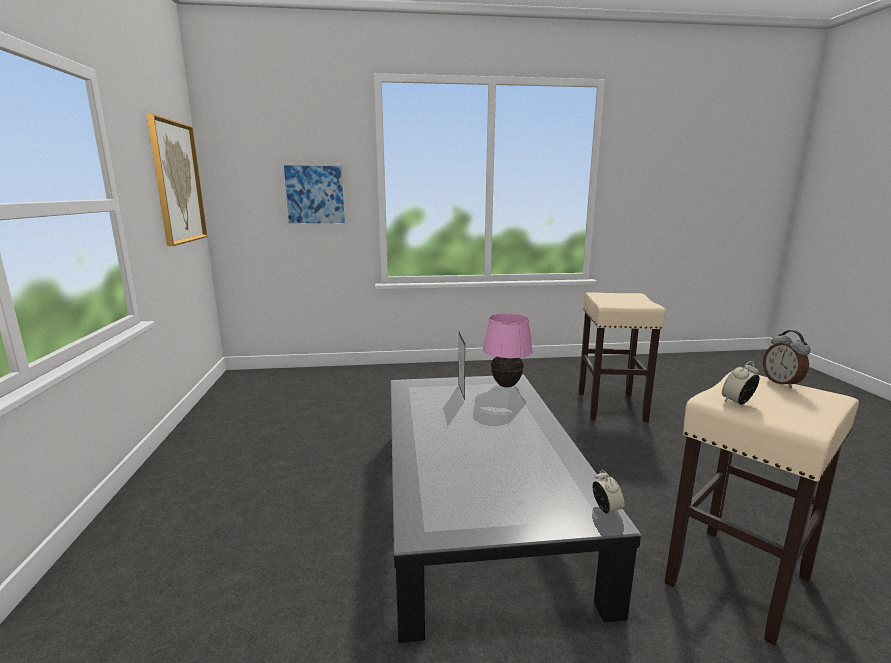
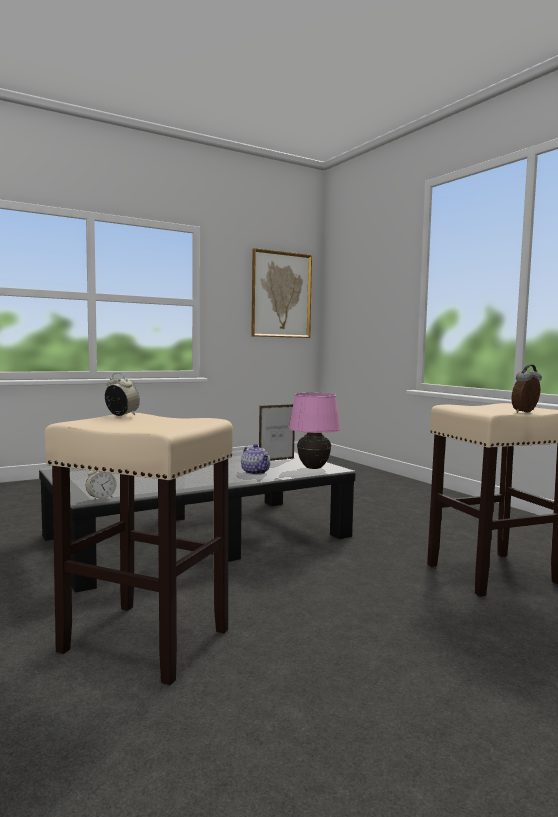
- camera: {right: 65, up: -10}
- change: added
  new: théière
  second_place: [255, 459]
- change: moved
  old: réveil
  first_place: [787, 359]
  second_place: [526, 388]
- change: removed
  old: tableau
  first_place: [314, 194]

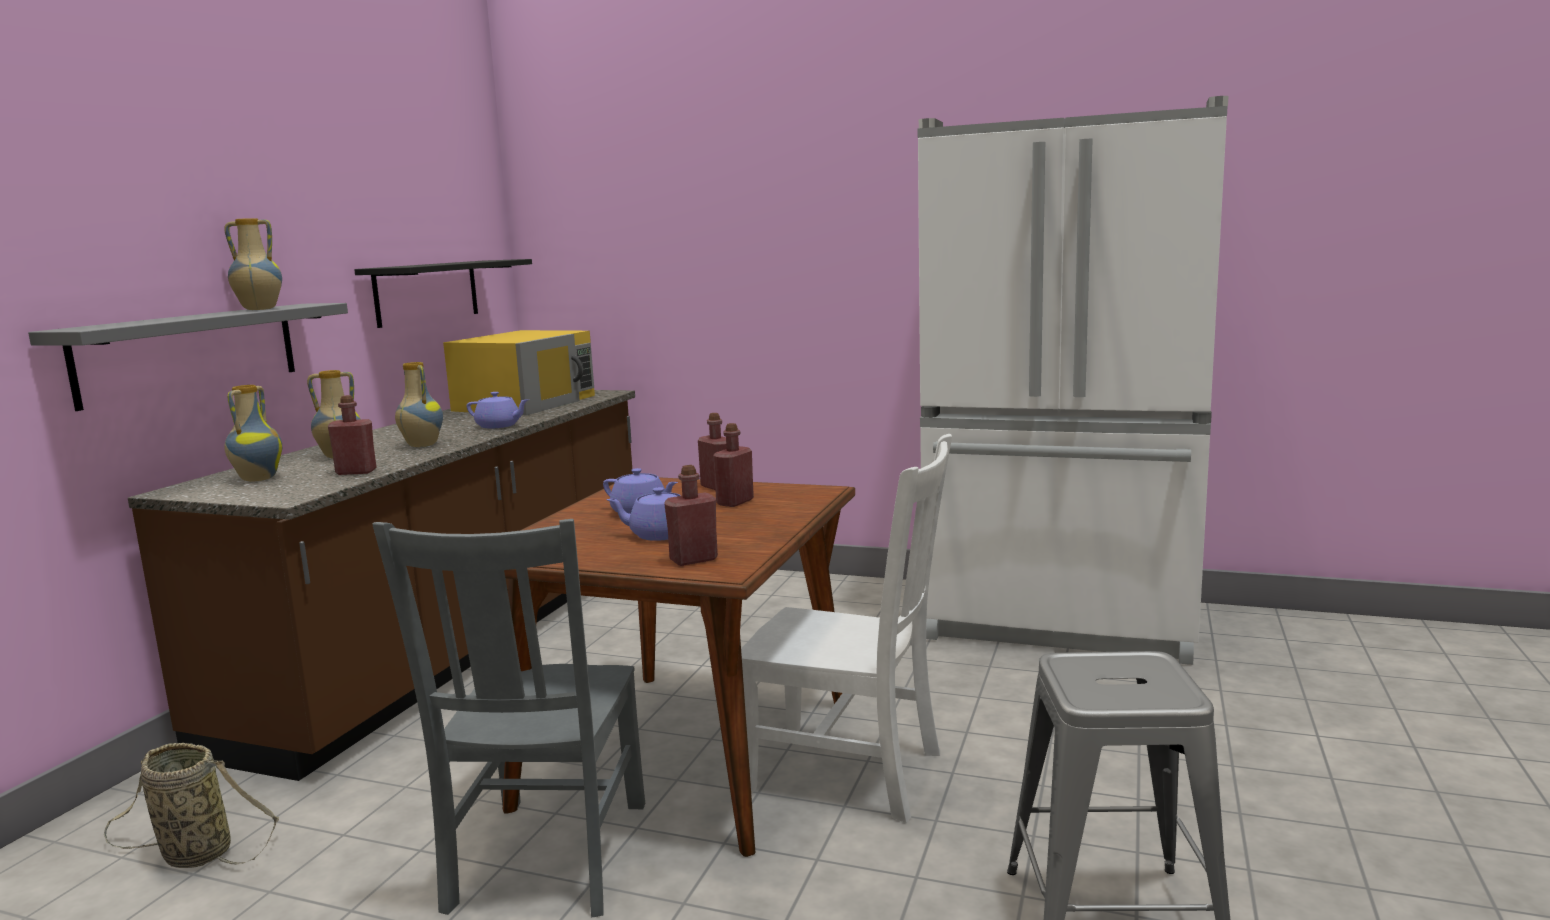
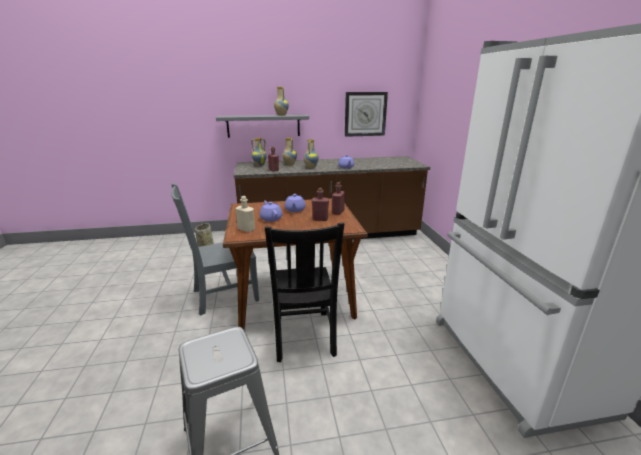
- camera: {right: 60, up: 10}
- change: recoloured
  old: bouteille [rouge]
  new: bouteille [beige]
  first_place: [691, 515]
  second_place: [245, 214]
- change: recoloured
  old: chaise [blanc]
  new: chaise [noir]
  first_place: [846, 628]
  second_place: [304, 292]
- change: replaced
  old: étagère [noir]
  new: horloge murale
  first_place: [443, 293]
  second_place: [366, 114]
- change: removed
  old: micro-ondes [jaune]
  first_place: [519, 372]

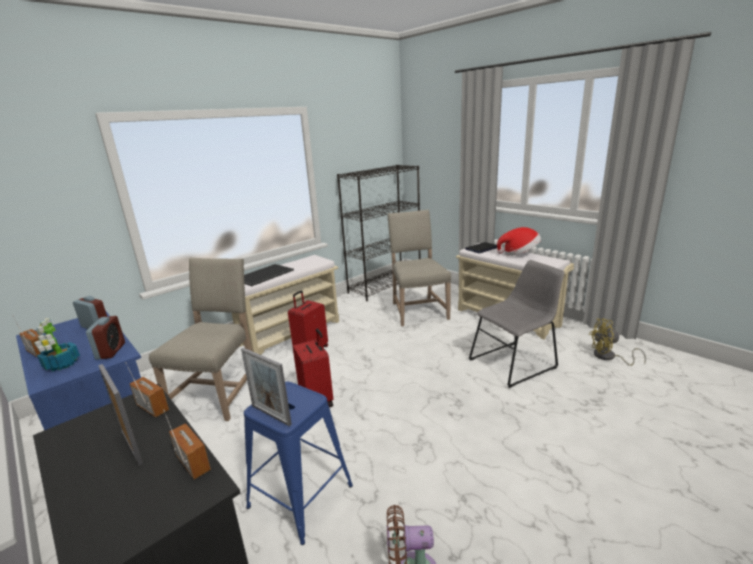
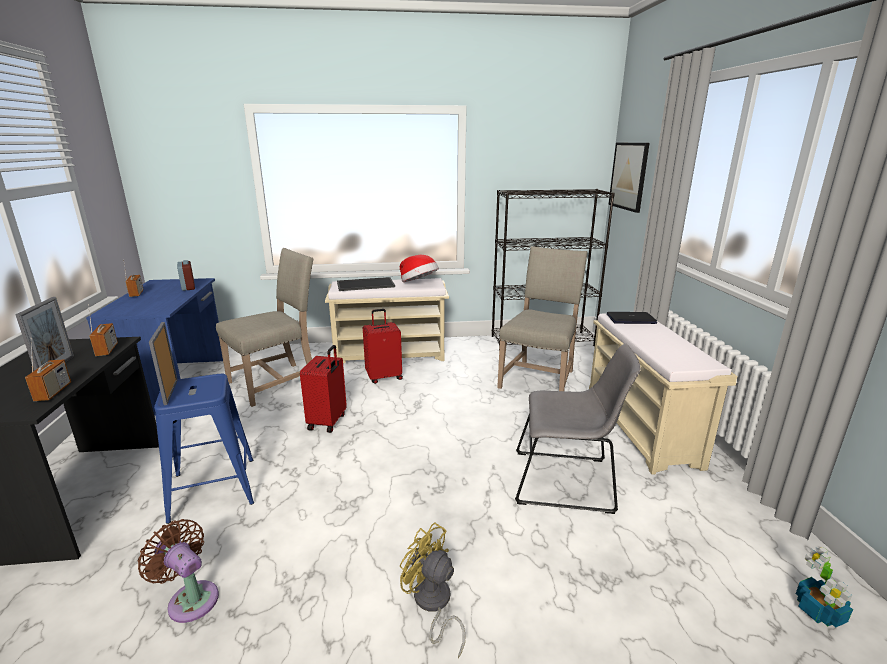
- camera: {right: 35, up: 0}
- change: moved
  old: chapeau
  first_place: [519, 241]
  second_place: [419, 268]
- change: moved
  old: ventilateur [jaune]
  first_place: [617, 342]
  second_place: [433, 590]
- change: added
  new: tableau
  second_place: [629, 178]
- change: moved
  old: plante en pot
  first_place: [57, 344]
  second_place: [824, 587]
- change: removed
  old: réveil
  first_place: [105, 338]

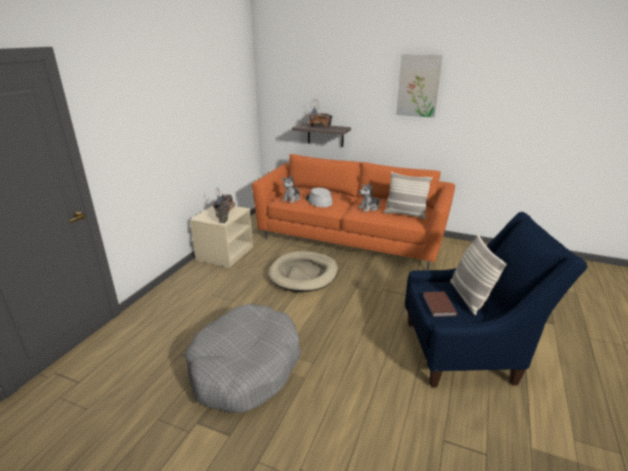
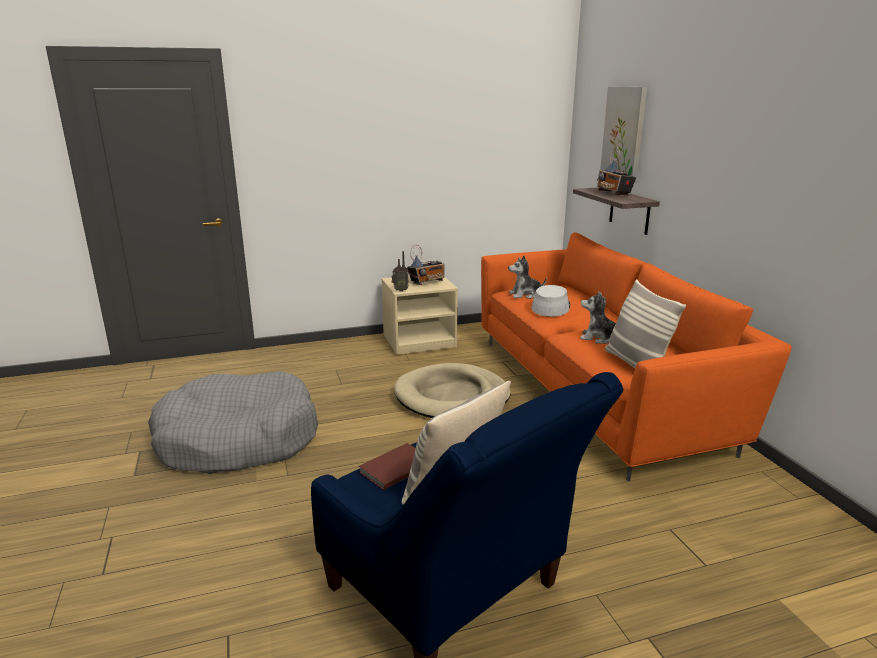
- camera: {right: 50, up: -5}
- change: moved
  old: tableau
  first_place: [419, 86]
  second_place: [623, 135]

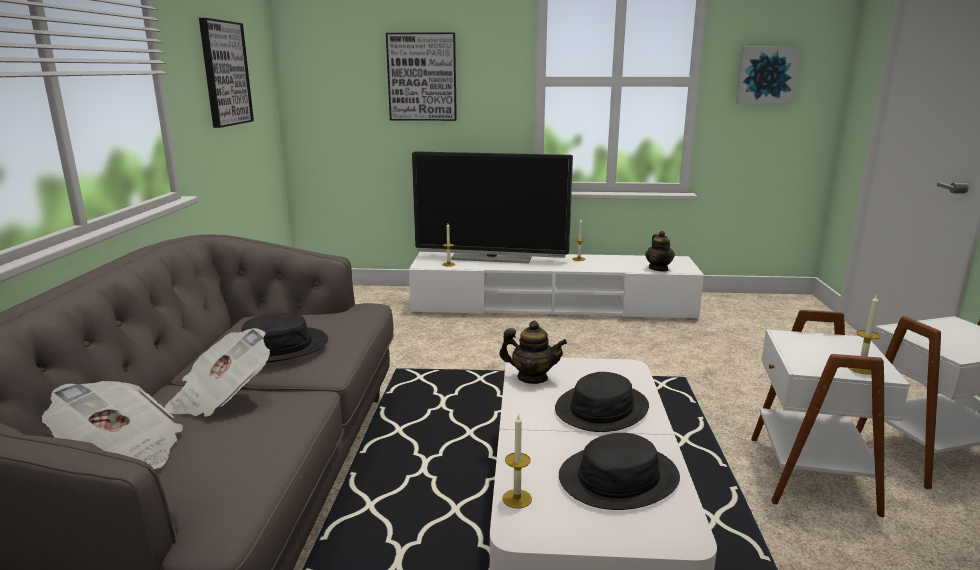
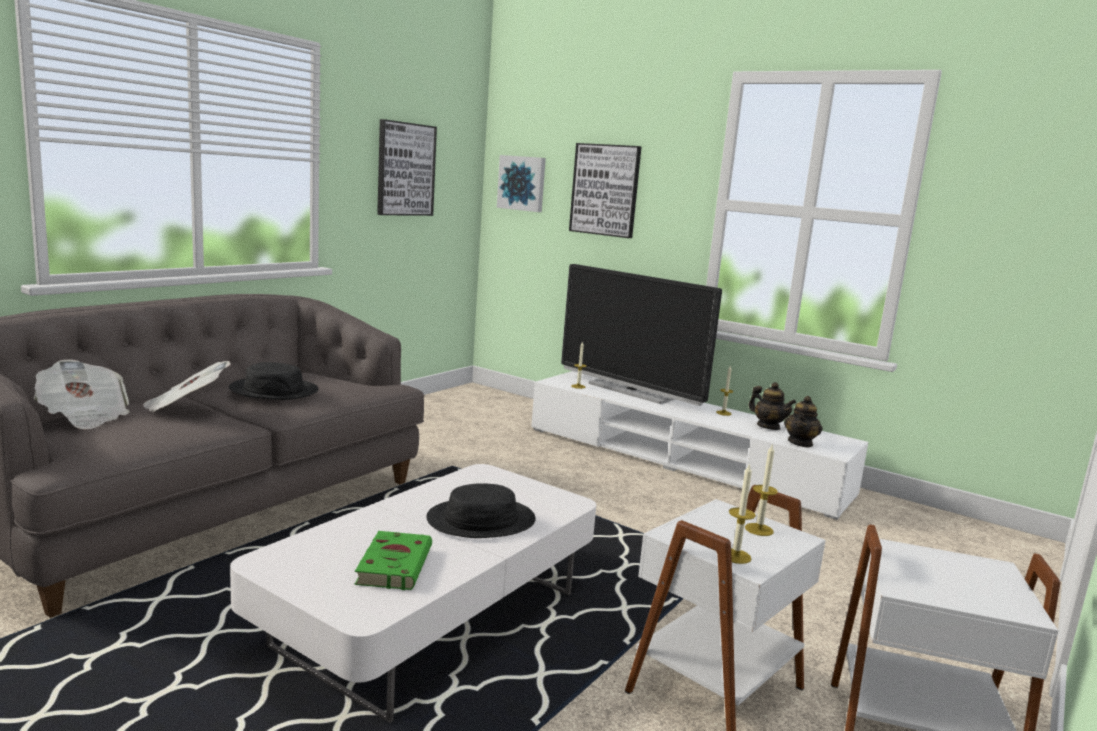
- camera: {right: 30, up: -5}
- change: replaced
  old: chapeau [noir]
  new: livre [vert]
  first_place: [619, 471]
  second_place: [393, 560]
- change: moved
  old: tableau
  first_place: [768, 75]
  second_place: [521, 183]
- change: moved
  old: bougie
  first_place: [517, 461]
  second_place: [761, 489]
- change: moved
  old: théière
  first_place: [533, 352]
  second_place: [772, 406]

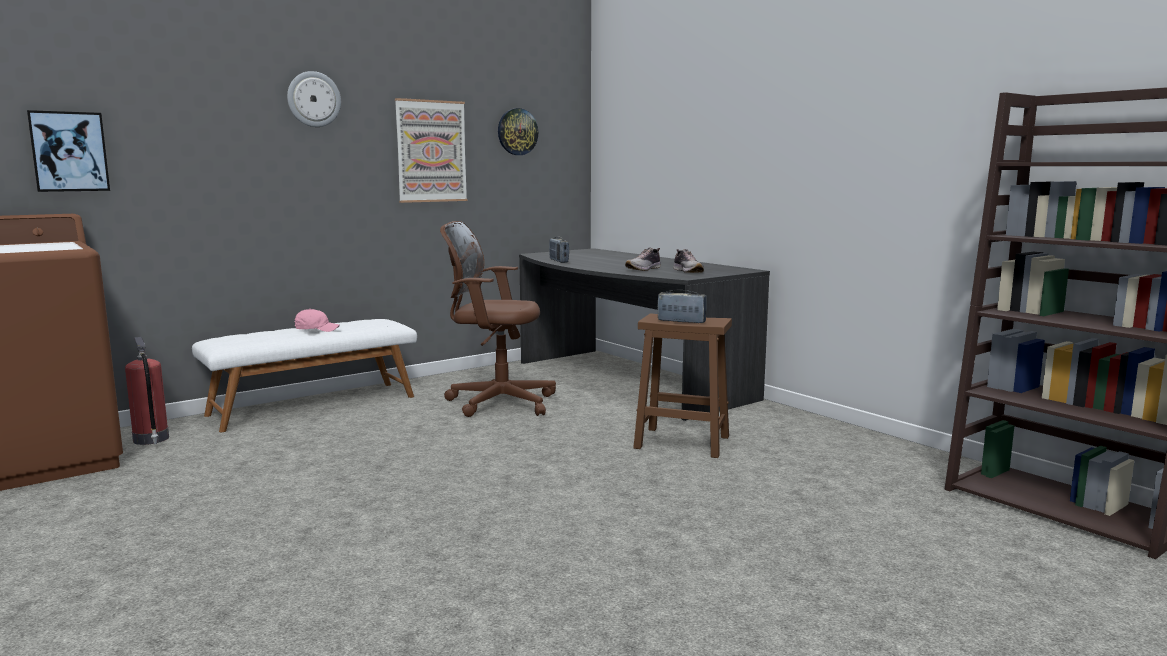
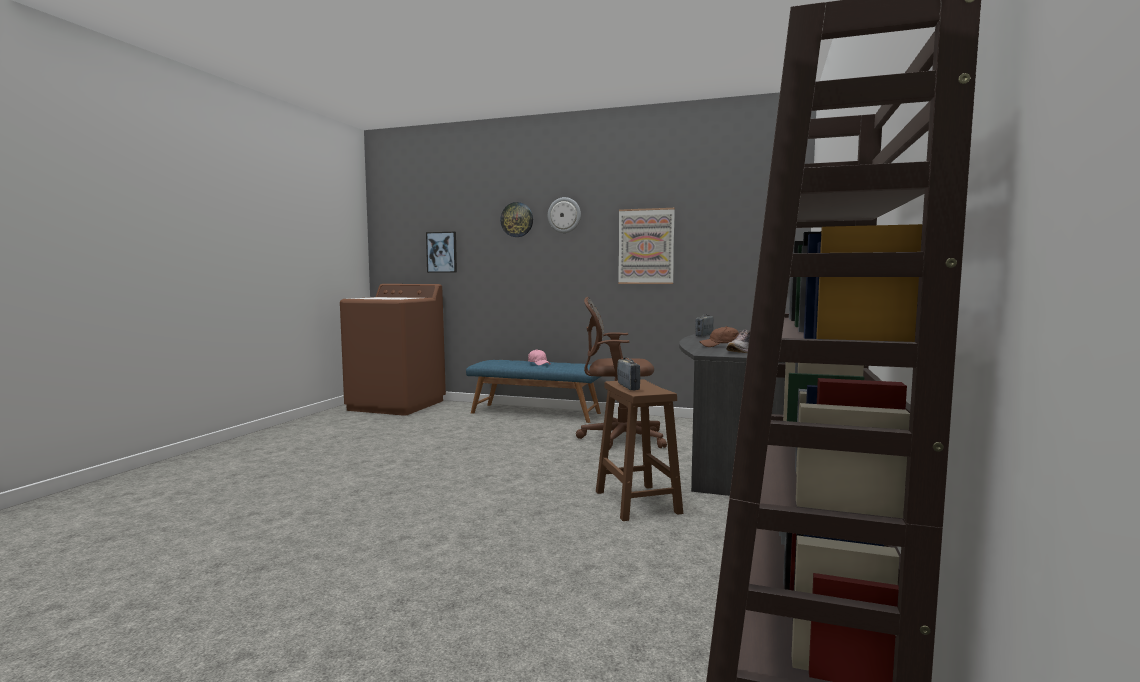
- camera: {right: 55, up: -5}
- change: recoloured
  old: banc [blanc]
  new: banc [bleu]
  first_place: [304, 375]
  second_place: [533, 391]
- change: moved
  old: horloge murale
  first_place: [518, 131]
  second_place: [516, 219]
- change: turned
  old: chaise de bureau [marron]
  first_place: [498, 319]
  second_place: [621, 373]
  degrees: -60
- change: replaced
  old: chaussure
  new: casquette [marron]
  first_place: [643, 259]
  second_place: [719, 336]
- change: removed
  old: extincteur
  first_place: [147, 391]

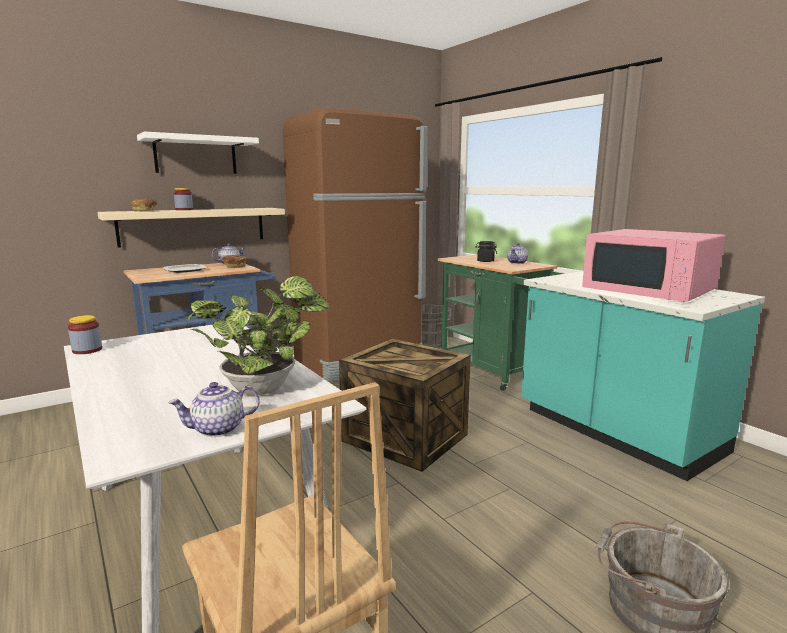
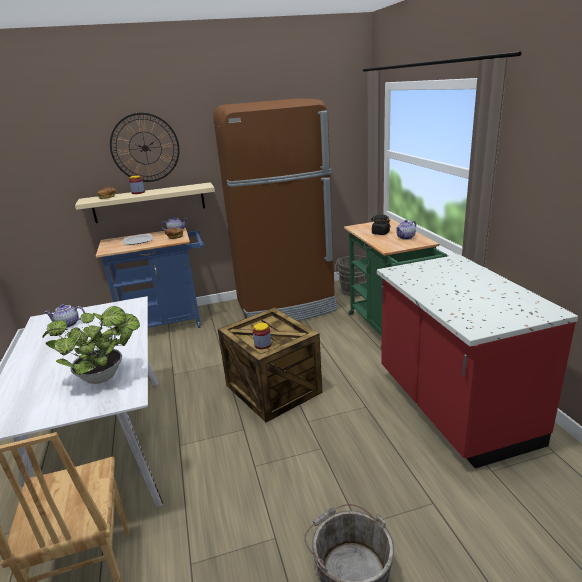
- camera: {right: 20, up: 10}
- change: moved
  old: théière
  first_place: [214, 409]
  second_place: [65, 316]
- change: replaced
  old: étagère [blanc]
  new: horloge murale
  first_place: [198, 153]
  second_place: [145, 147]
- change: moved
  old: bocal
  first_place: [85, 334]
  second_place: [262, 336]
- change: recoloured
  old: comptoir de cuisine [turquoise]
  new: comptoir de cuisine [rouge]
  first_place: [643, 376]
  second_place: [477, 361]
- change: removed
  old: micro-ondes [rose]
  first_place: [653, 265]

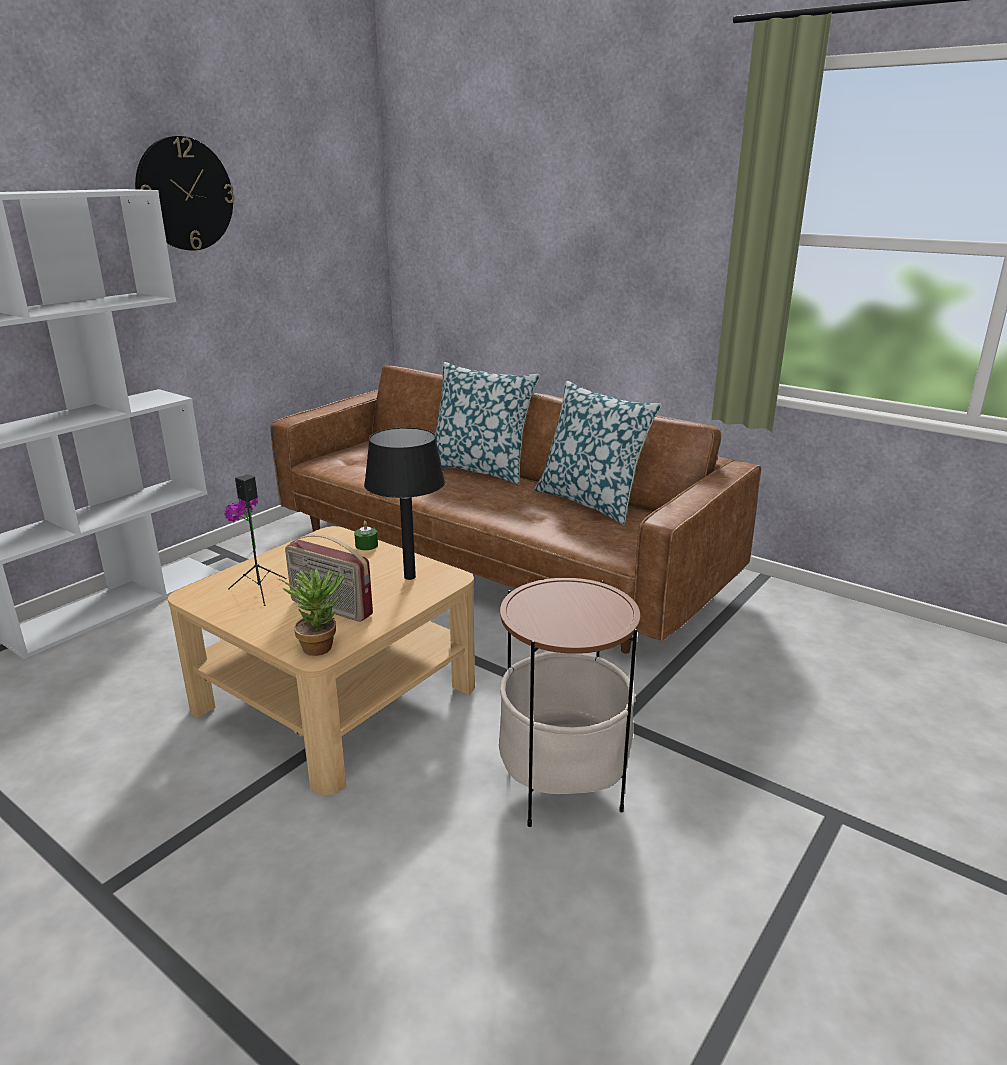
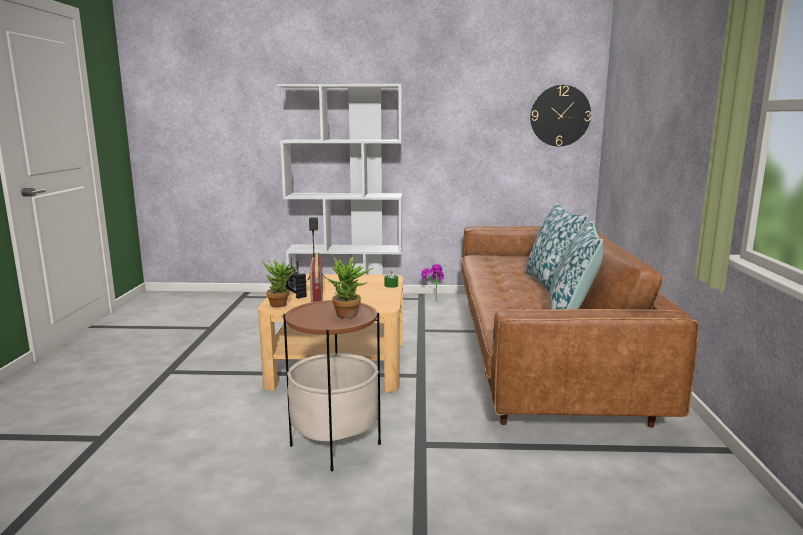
- camera: {right: 55, up: -10}
- change: added
  new: radio
  second_place: [296, 278]
- change: added
  new: plante en pot
  second_place: [349, 288]
- change: moved
  old: horloge murale
  first_place: [185, 193]
  second_place: [560, 115]
- change: removed
  old: lampe de table [noir]
  first_place: [404, 503]

